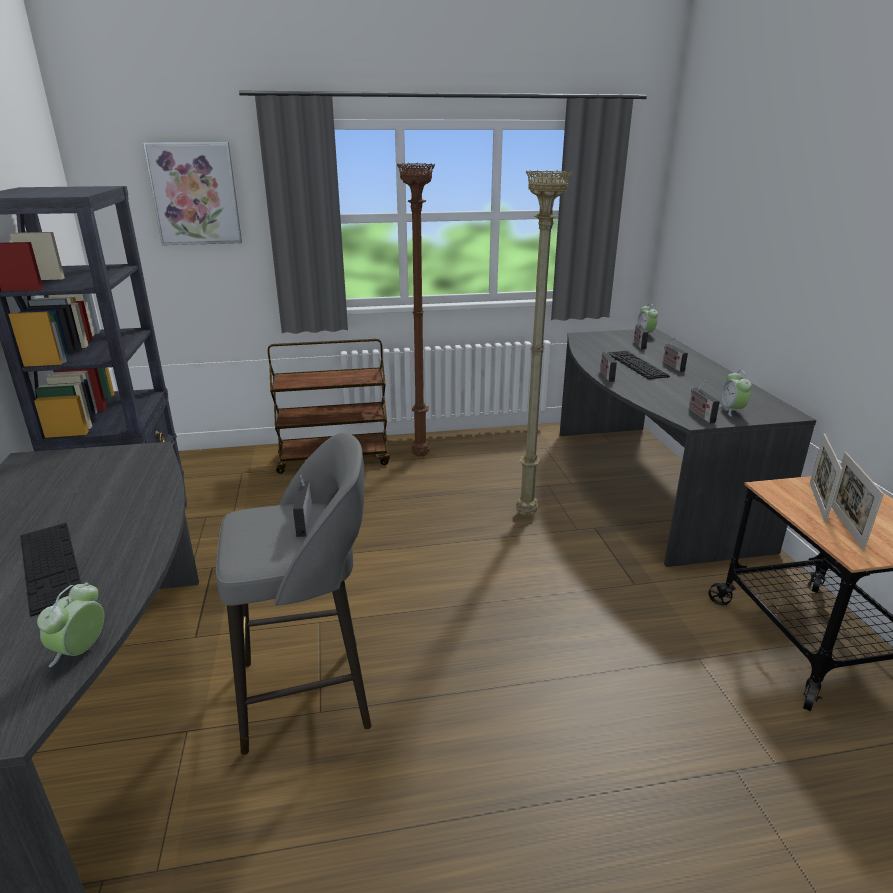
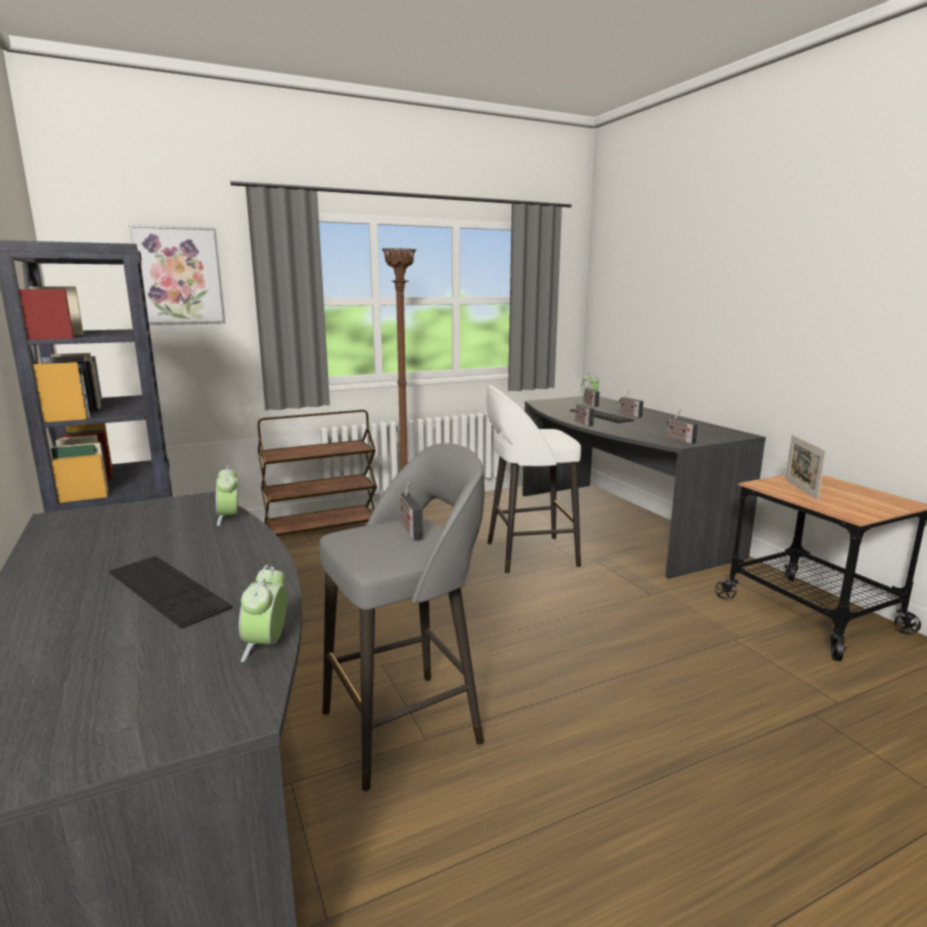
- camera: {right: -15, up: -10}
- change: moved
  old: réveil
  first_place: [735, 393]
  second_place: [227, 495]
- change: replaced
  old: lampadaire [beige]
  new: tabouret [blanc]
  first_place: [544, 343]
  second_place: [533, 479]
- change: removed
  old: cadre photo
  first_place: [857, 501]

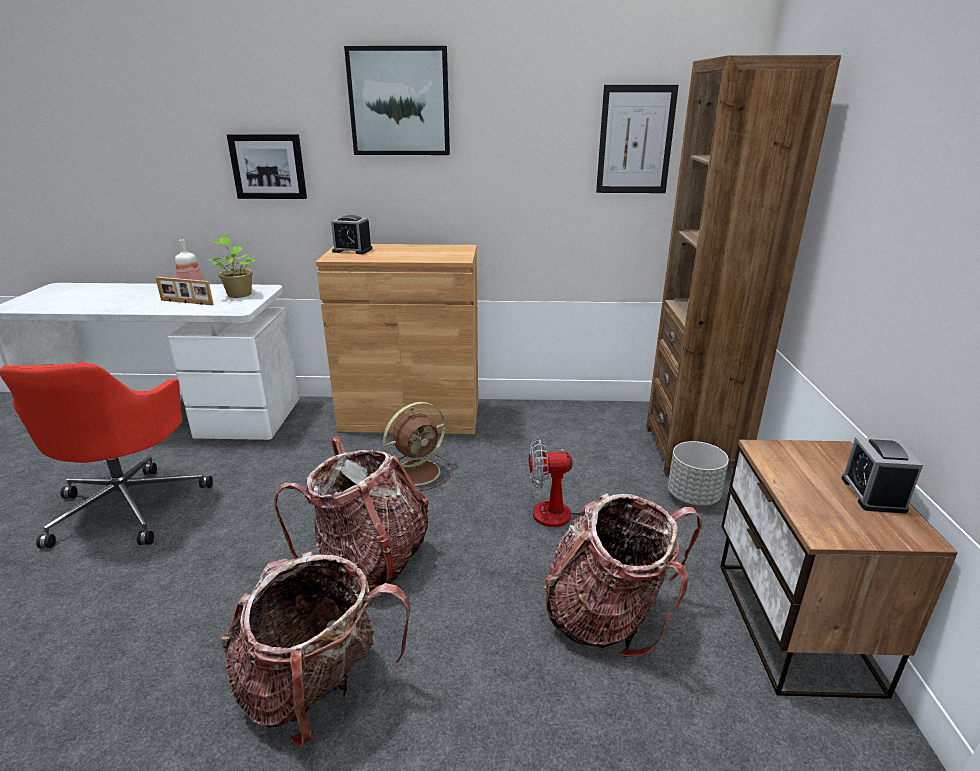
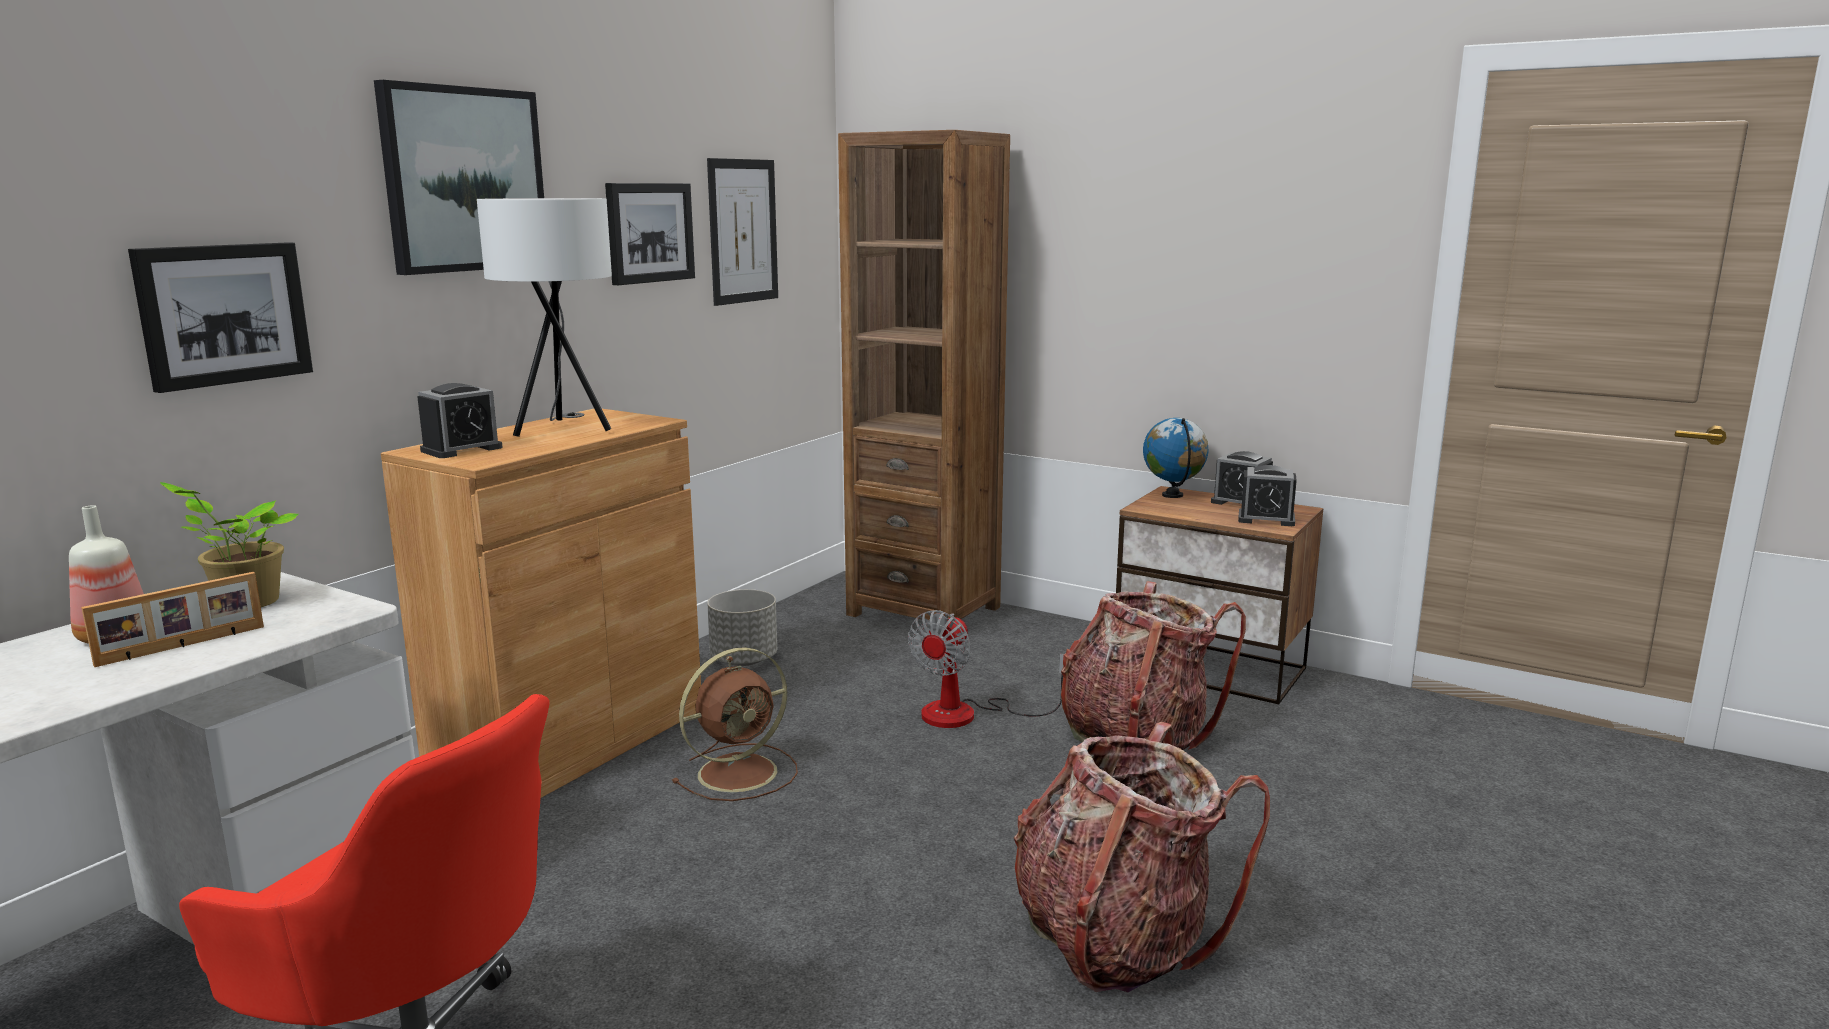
- camera: {right: -60, up: -10}
- change: added
  new: lampe de table [blanc]
  second_place: [544, 317]
- change: added
  new: tableau
  second_place: [650, 234]
- change: turned
  old: ventilateur [marron]
  first_place: [418, 446]
  second_place: [735, 724]
  degrees: 60
- change: moved
  old: cache-pot [gris]
  first_place: [698, 473]
  second_place: [742, 627]
- change: added
  new: globe
  second_place: [1176, 458]
- change: added
  new: réveil
  second_place: [1267, 495]
- change: removed
  old: sac à dos
  first_place: [351, 514]

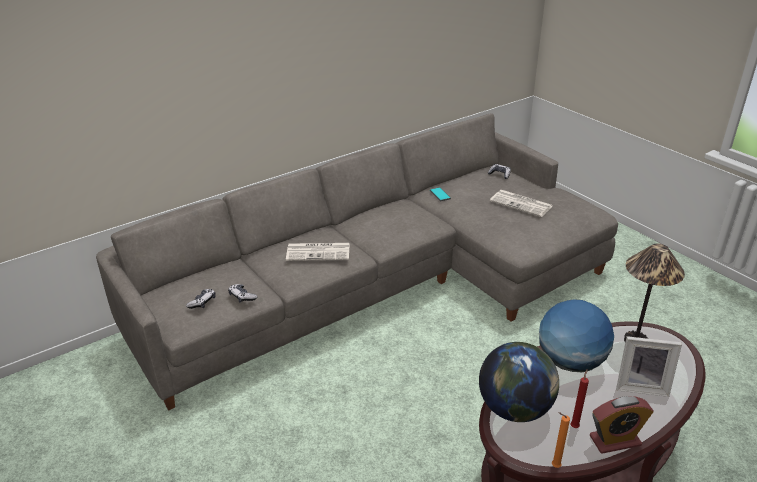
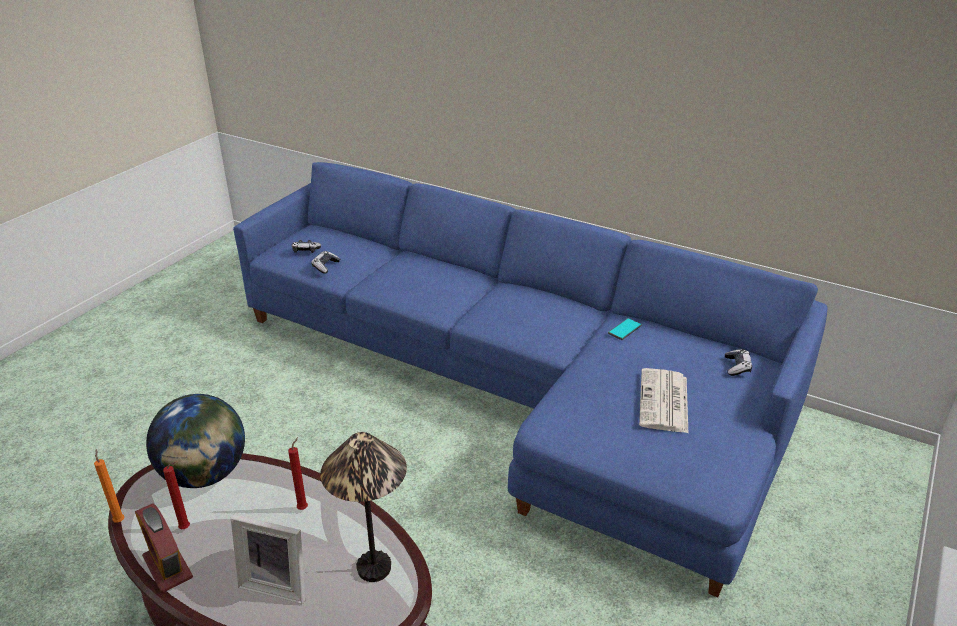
- camera: {right: 65, up: 0}
- change: turned
  old: cadre photo
  first_place: [649, 366]
  second_place: [268, 559]
  degrees: -60
- change: recoloured
  old: canapé [gris]
  new: canapé [bleu]
  first_place: [357, 262]
  second_place: [530, 380]
- change: replaced
  old: globe
  new: bougie [rouge]
  first_place: [576, 335]
  second_place: [298, 473]
- change: removed
  old: journal
  first_place: [318, 252]

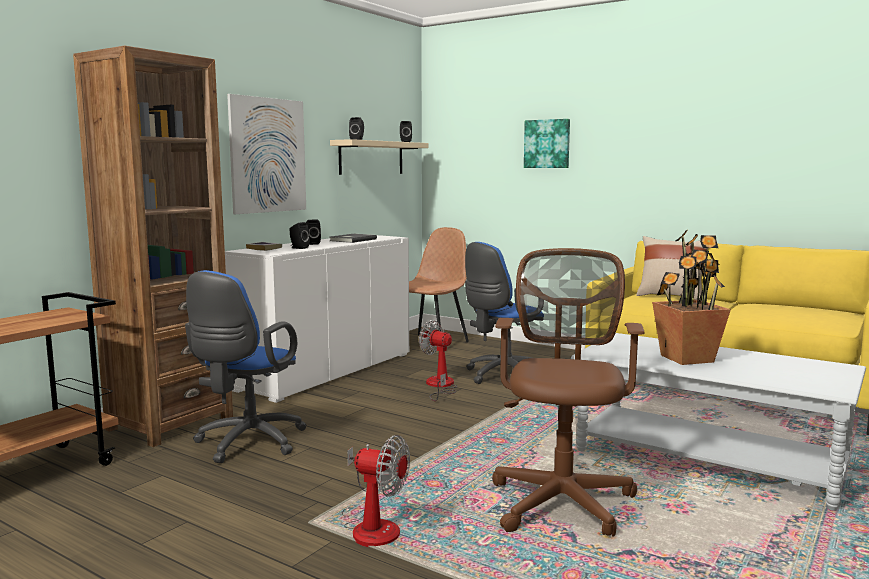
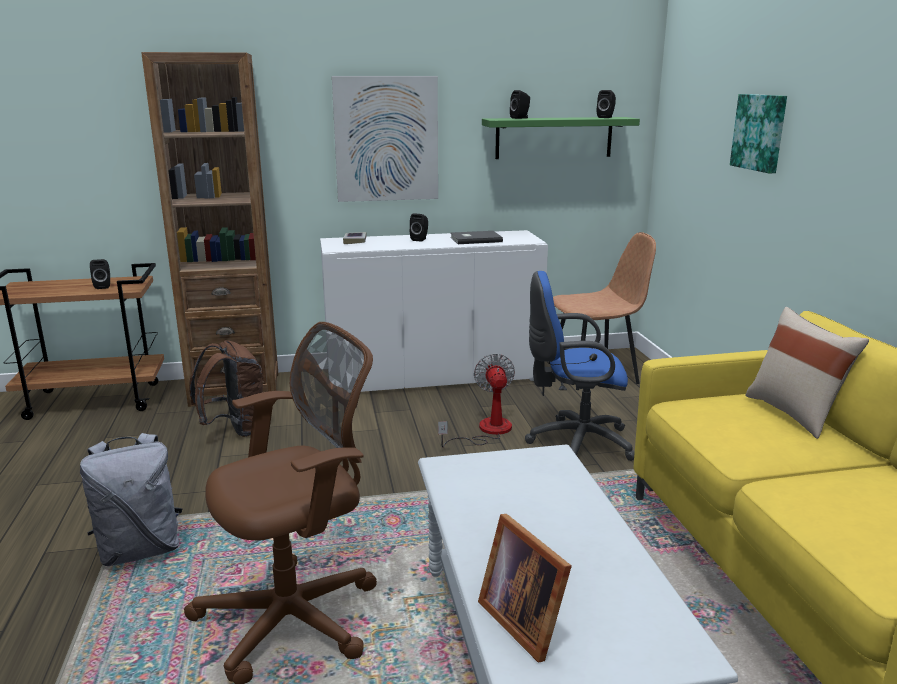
- camera: {right: 45, up: 10}
- change: replaced
  old: ventilateur
  new: sac à dos [gris]
  first_place: [376, 491]
  second_place: [131, 499]
- change: moved
  old: enceinte [noir]
  first_place: [299, 235]
  second_place: [100, 274]
- change: replaced
  old: chaise de bureau [bleu]
  new: sac à dos [marron]
  first_place: [246, 366]
  second_place: [226, 388]
- change: added
  new: cadre photo
  second_place: [525, 588]
- change: recoloured
  old: étagère [beige]
  new: étagère [vert]
  first_place: [379, 157]
  second_place: [561, 138]
- change: removed
  old: plante en pot
  first_place: [691, 297]

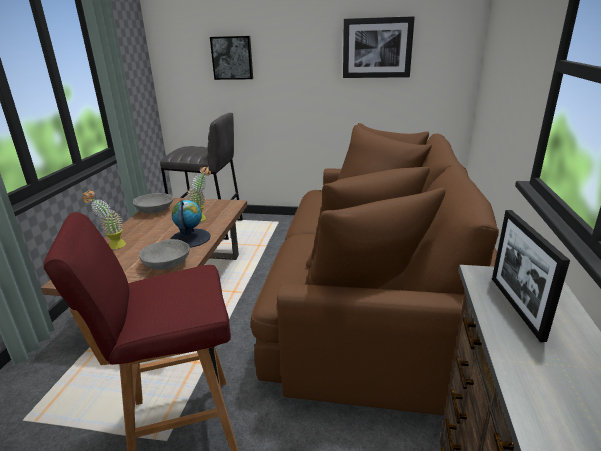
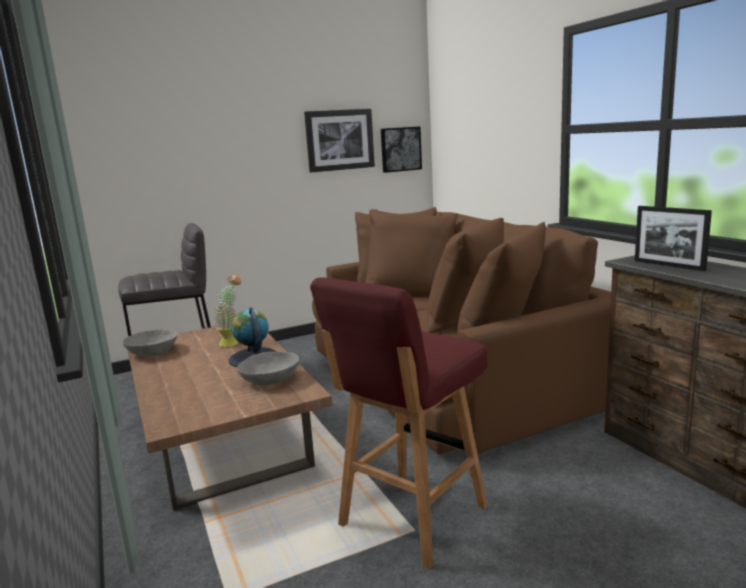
- camera: {right: -35, up: -10}
- change: moved
  old: tableau
  first_place: [231, 58]
  second_place: [401, 149]
- change: removed
  old: plante en pot
  first_place: [104, 219]

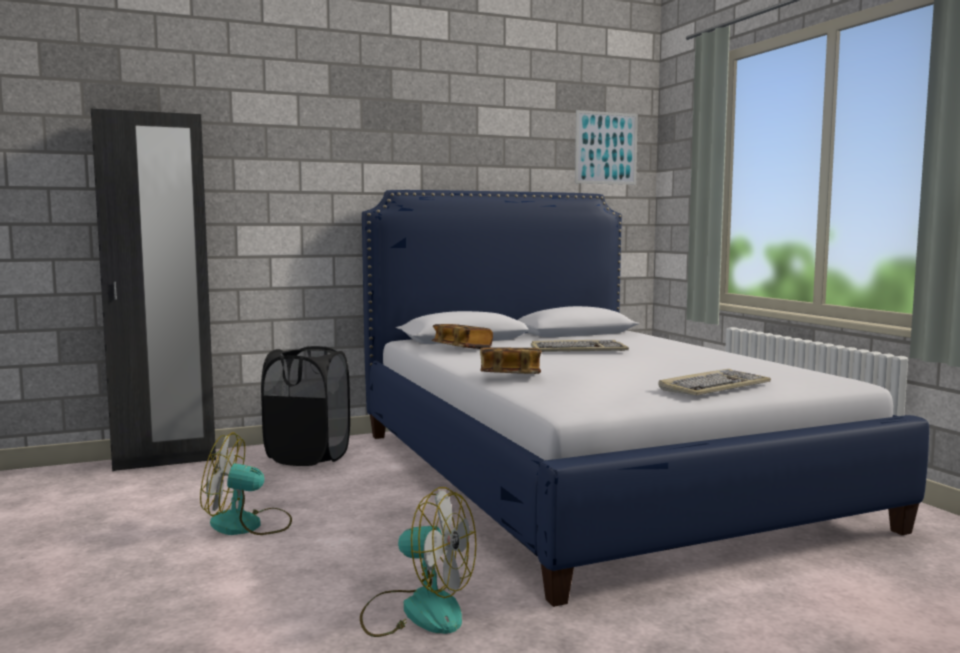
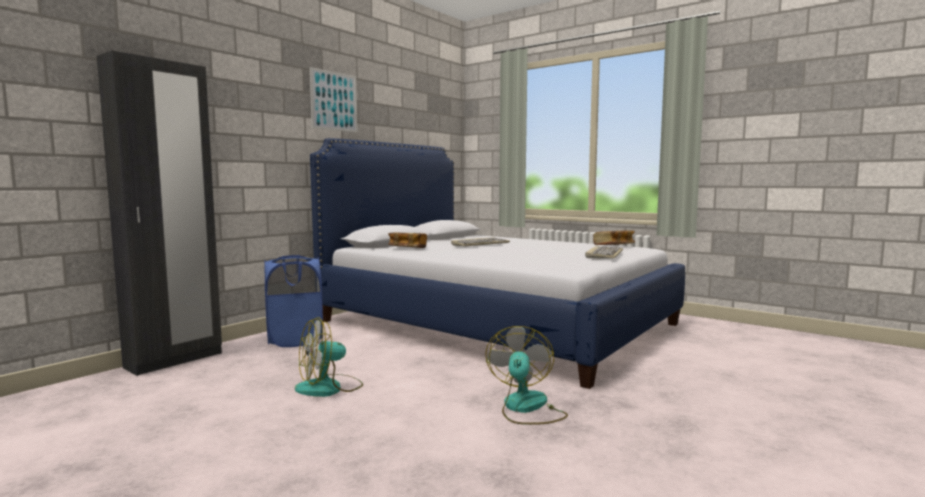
- camera: {right: -30, up: 0}
- change: recoloured
  old: panier à linge [noir]
  new: panier à linge [bleu]
  first_place: [305, 406]
  second_place: [293, 301]
- change: moved
  old: tableau
  first_place: [606, 147]
  second_place: [334, 99]
- change: turned
  old: ventilateur
  first_place: [418, 562]
  second_place: [527, 375]
  degrees: -75
- change: moved
  old: livre
  first_place: [511, 360]
  second_place: [614, 237]

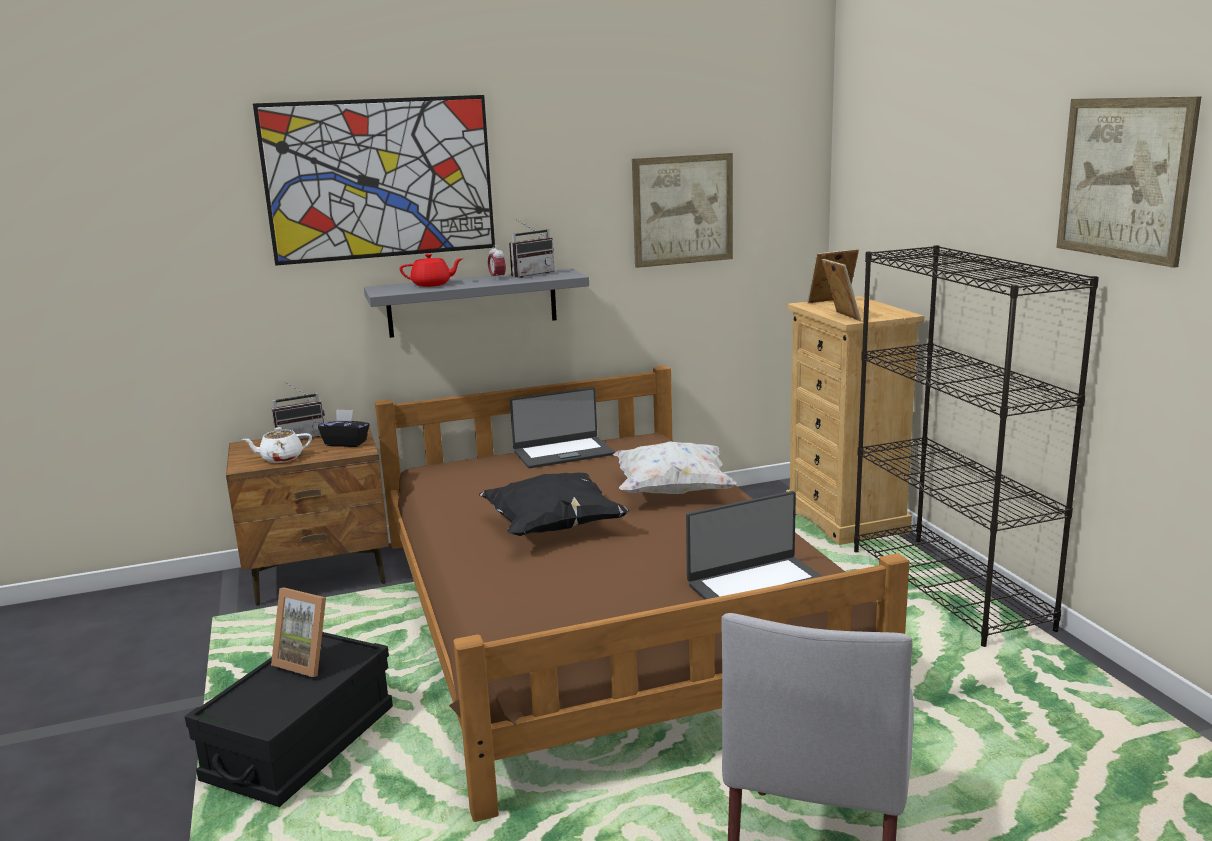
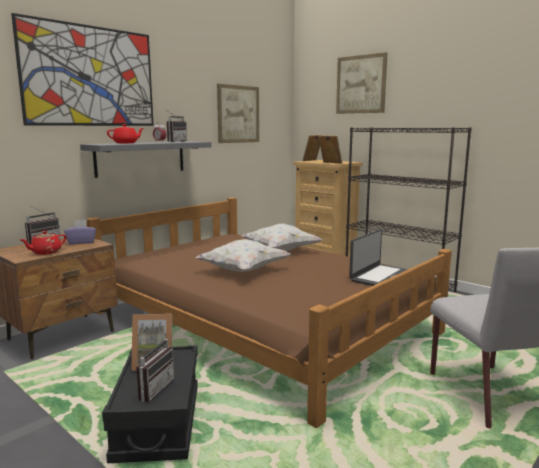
- camera: {right: -30, up: -5}
- change: recoloured
  old: théière [blanc]
  new: théière [rouge]
  first_place: [276, 445]
  second_place: [43, 243]
- change: recoloured
  old: boîte à mouchoirs [noir]
  new: boîte à mouchoirs [violet]
  first_place: [343, 428]
  second_place: [80, 232]
- change: added
  new: radio
  second_place: [154, 369]
- change: recoloured
  old: coussin [noir]
  new: coussin [blanc]
  first_place: [554, 504]
  second_place: [243, 255]
- change: moved
  old: tableau
  first_place: [1128, 182]
  second_place: [362, 83]
- change: removed
  old: ordinateur portable
  first_place: [562, 427]

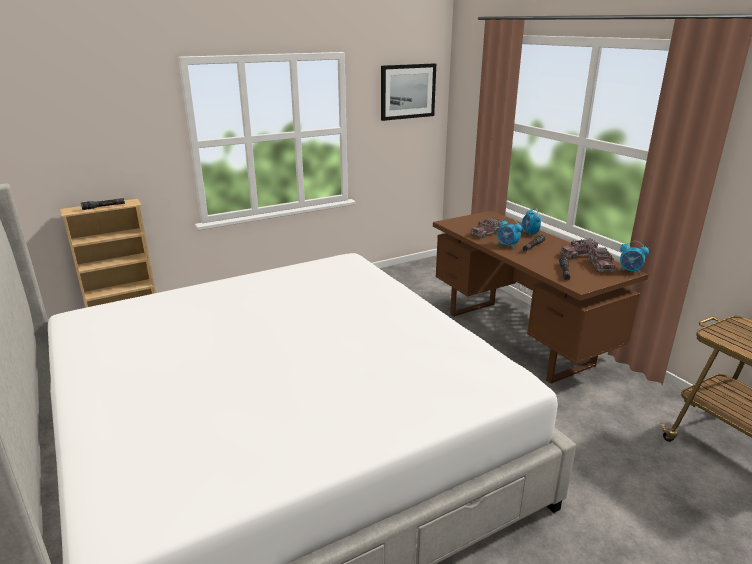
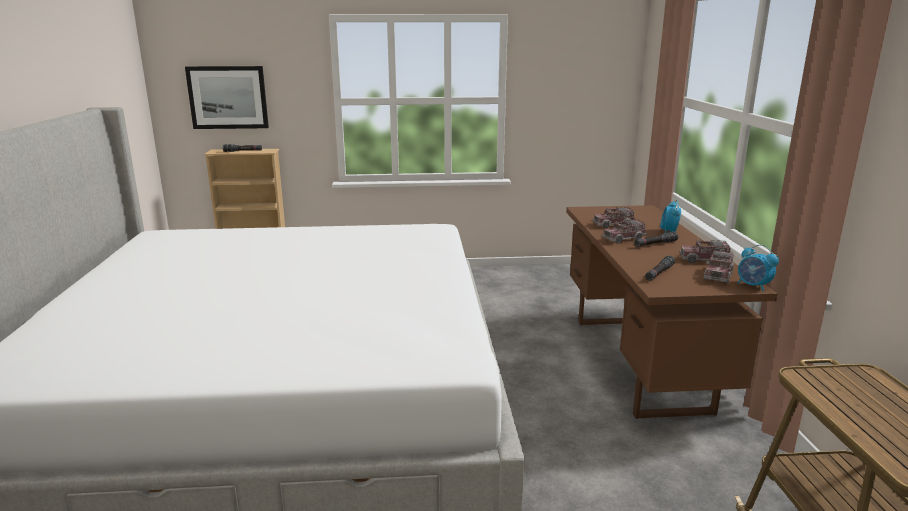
- camera: {right: 25, up: -5}
- change: moved
  old: tableau
  first_place: [408, 92]
  second_place: [227, 97]
- change: replaced
  old: réveil
  new: camion jouet
  first_place: [510, 233]
  second_place: [624, 231]

